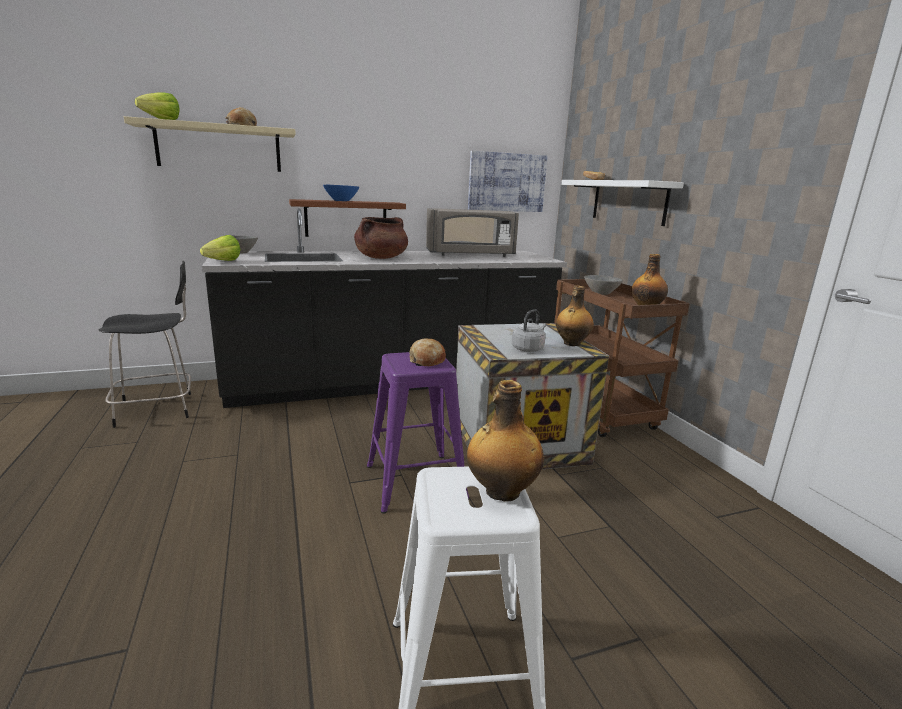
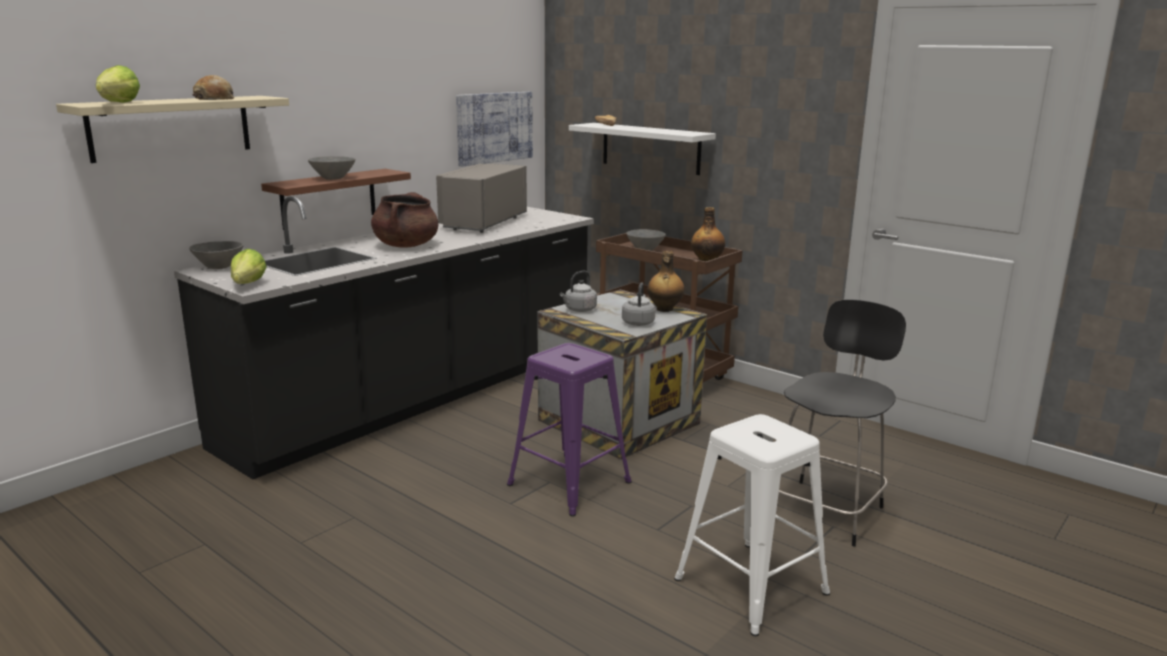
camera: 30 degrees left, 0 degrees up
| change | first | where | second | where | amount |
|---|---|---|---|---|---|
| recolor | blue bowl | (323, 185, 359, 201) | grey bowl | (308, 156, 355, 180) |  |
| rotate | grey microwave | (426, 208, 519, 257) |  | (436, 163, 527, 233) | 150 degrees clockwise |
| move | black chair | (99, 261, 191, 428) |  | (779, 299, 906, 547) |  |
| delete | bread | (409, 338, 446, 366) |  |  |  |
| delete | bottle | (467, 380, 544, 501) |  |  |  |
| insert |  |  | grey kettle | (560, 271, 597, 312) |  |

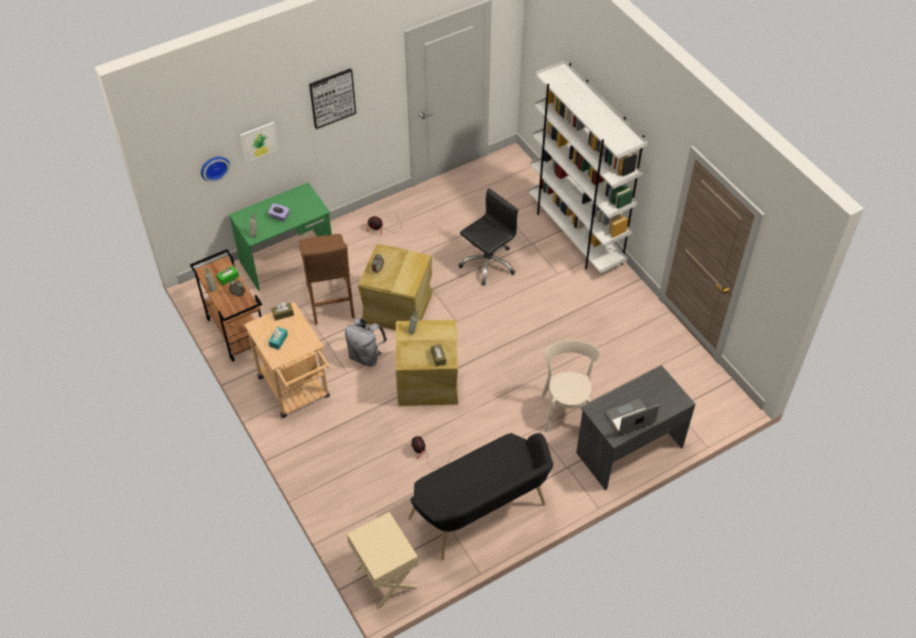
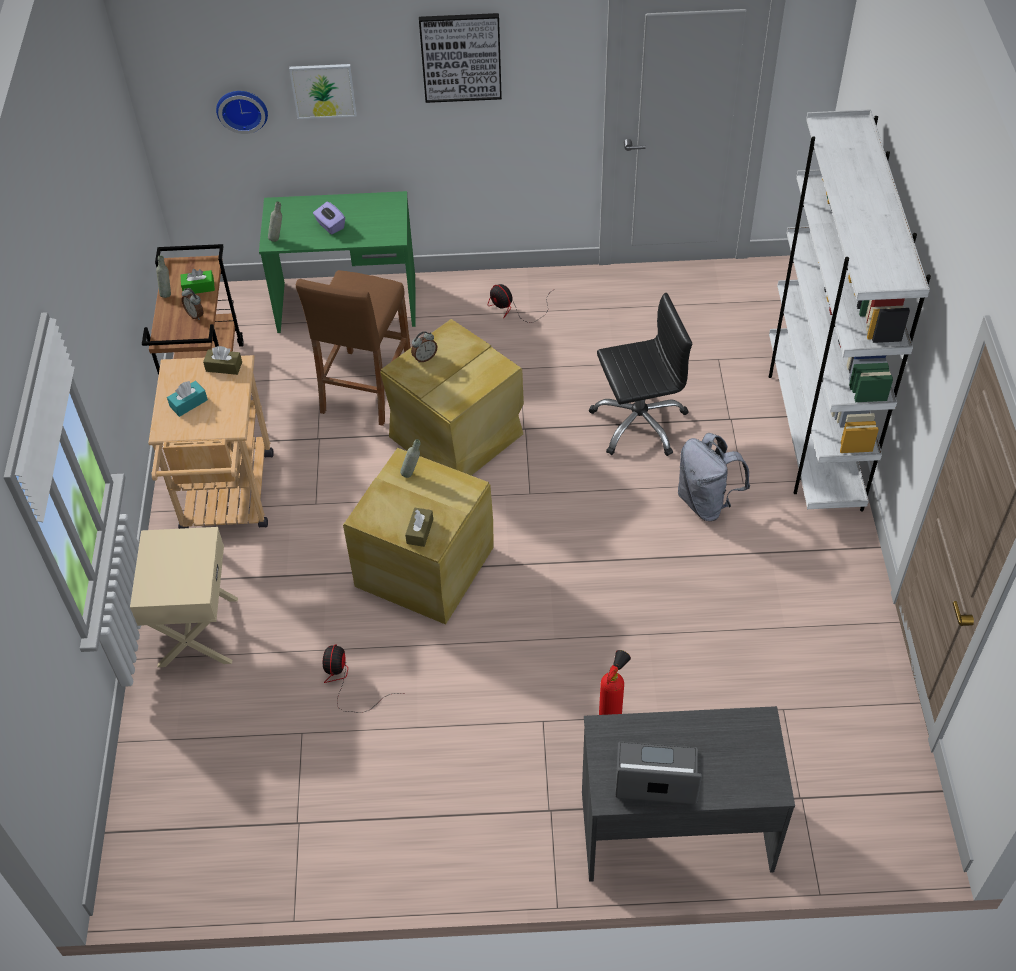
camera: 30 degrees right, 0 degrees up
| change | first | where | second | where | amount |
|---|---|---|---|---|---|
| move | grey backpack | (345, 318, 387, 367) |  | (678, 433, 750, 521) |  |
| replace | beige chair | (542, 340, 600, 432) | fire extinguisher | (599, 650, 631, 715) |  |
| delete | black bench | (408, 433, 553, 560) |  |  |  |
| move | beige nightstand | (347, 512, 418, 610) |  | (130, 527, 238, 667) |  |

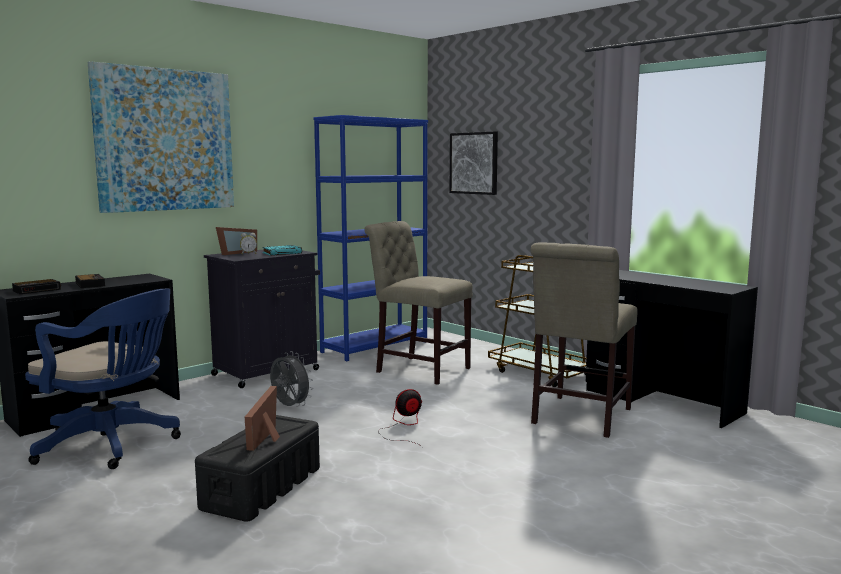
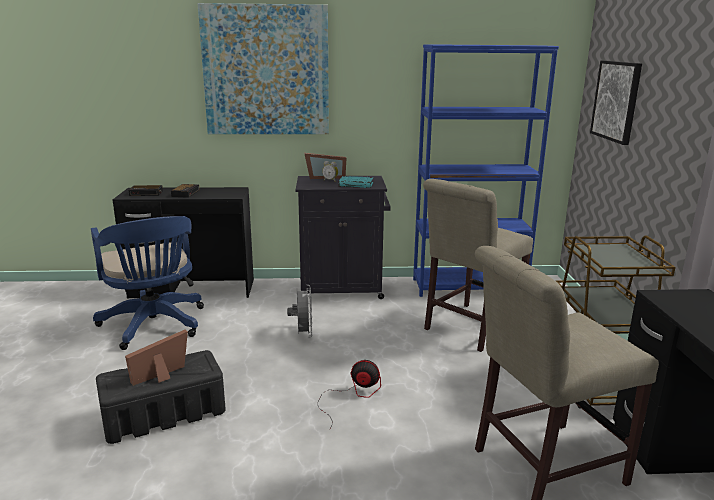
camera: 40 degrees right, 10 degrees up
| change | first | where | second | where | amount |
|---|---|---|---|---|---|
| rotate | beige chair | (364, 221, 473, 385) |  | (423, 179, 533, 352) | 120 degrees counterclockwise |

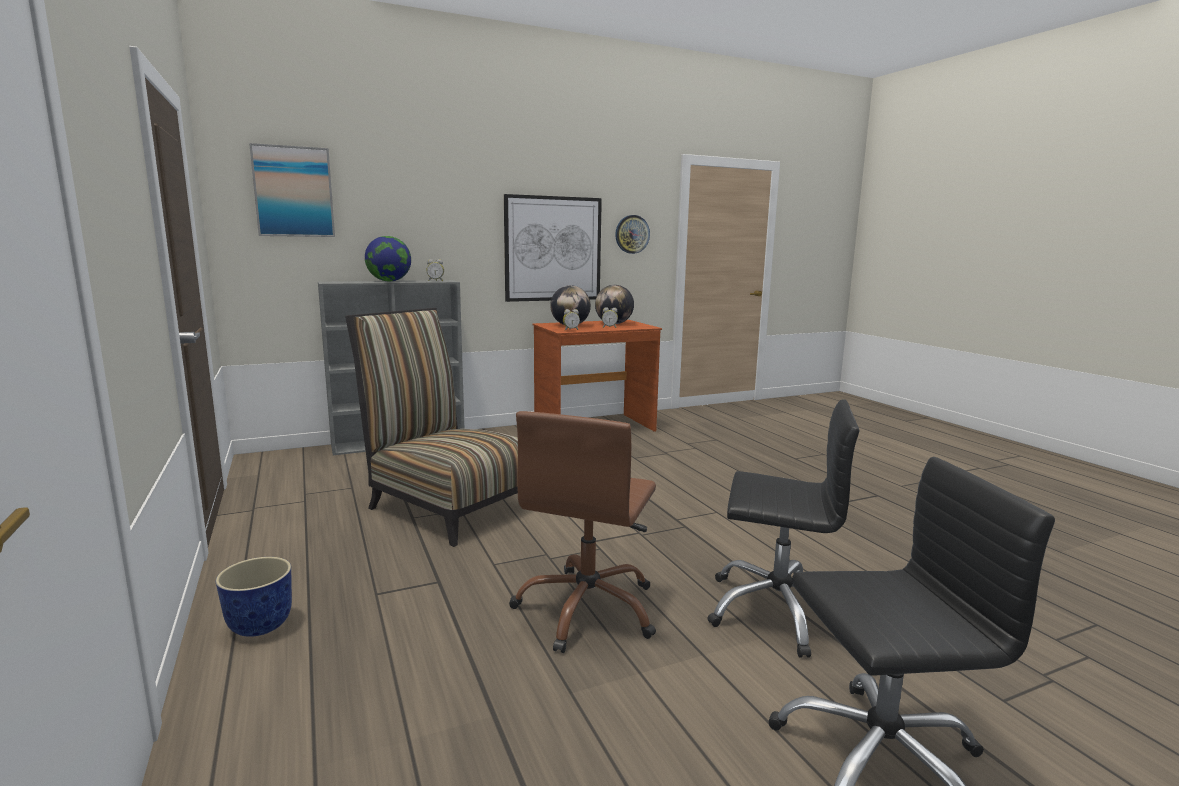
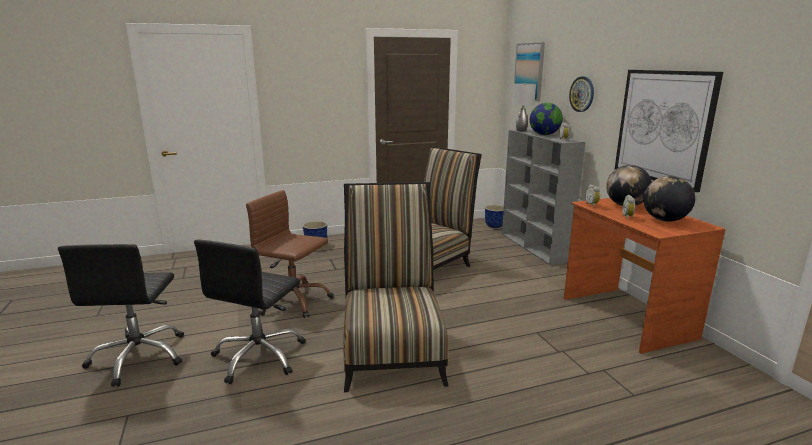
camera: 95 degrees right, 5 degrees up
| change | first | where | second | where | amount |
|---|---|---|---|---|---|
| move | wall clock | (615, 215, 650, 254) |  | (569, 76, 594, 112) |  |
| insert |  |  | grey table lamp | (512, 83, 536, 131) |  |
| insert |  |  | chair | (343, 182, 449, 392) |  |
| insert |  |  | planter | (485, 205, 504, 228) |  |

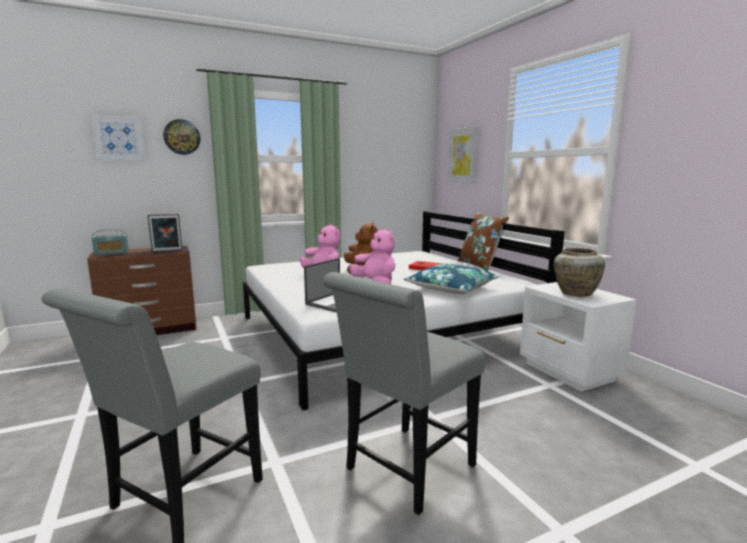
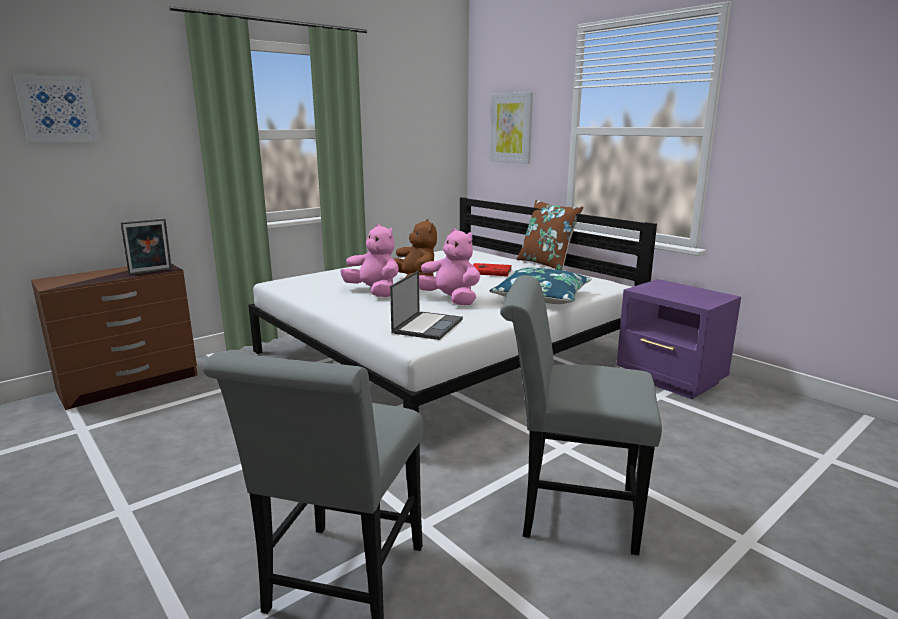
camera: 15 degrees left, 5 degrees up
| change | first | where | second | where | amount |
|---|---|---|---|---|---|
| delete | wall clock | (163, 119, 200, 155) |  |  |  |
| delete | radio | (92, 229, 129, 255) |  |  |  |
| delete | beige vase | (554, 248, 605, 297) |  |  |  |
| rotate | grey chair | (323, 272, 485, 515) |  | (500, 275, 662, 555) | 75 degrees clockwise |
| recolor | white nightstand | (520, 282, 636, 392) | purple nightstand | (616, 279, 741, 399) |  |

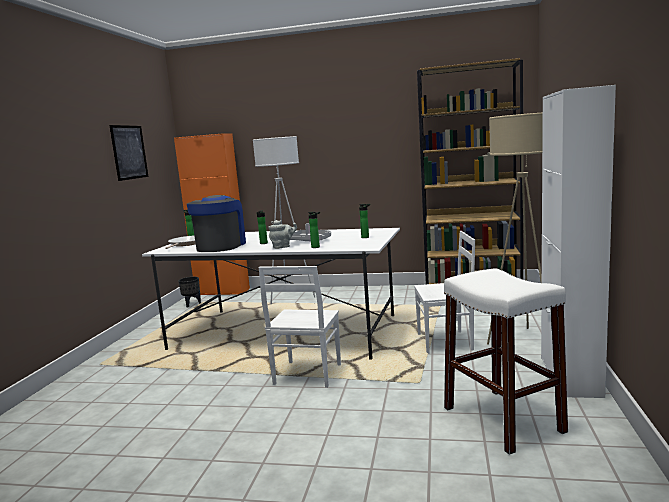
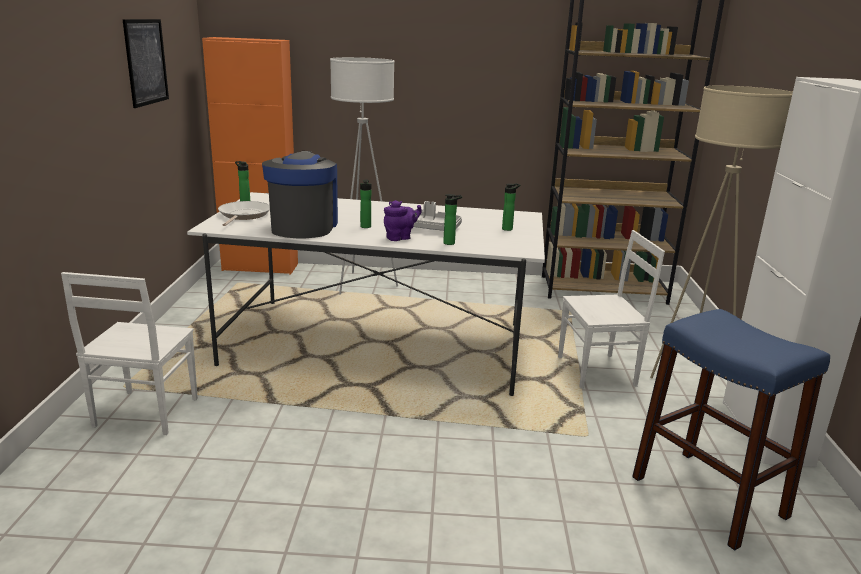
camera: 10 degrees left, 10 degrees up
| change | first | where | second | where | amount |
|---|---|---|---|---|---|
| recolor | grey teapot | (269, 220, 297, 249) | purple teapot | (384, 200, 422, 241) |  |
| move | white chair | (259, 266, 341, 388) |  | (61, 272, 198, 435) |  |
| recolor | white stool | (444, 268, 568, 455) | blue stool | (632, 309, 830, 550) |  |
| delete | black planter | (178, 277, 201, 308) |  |  |  |

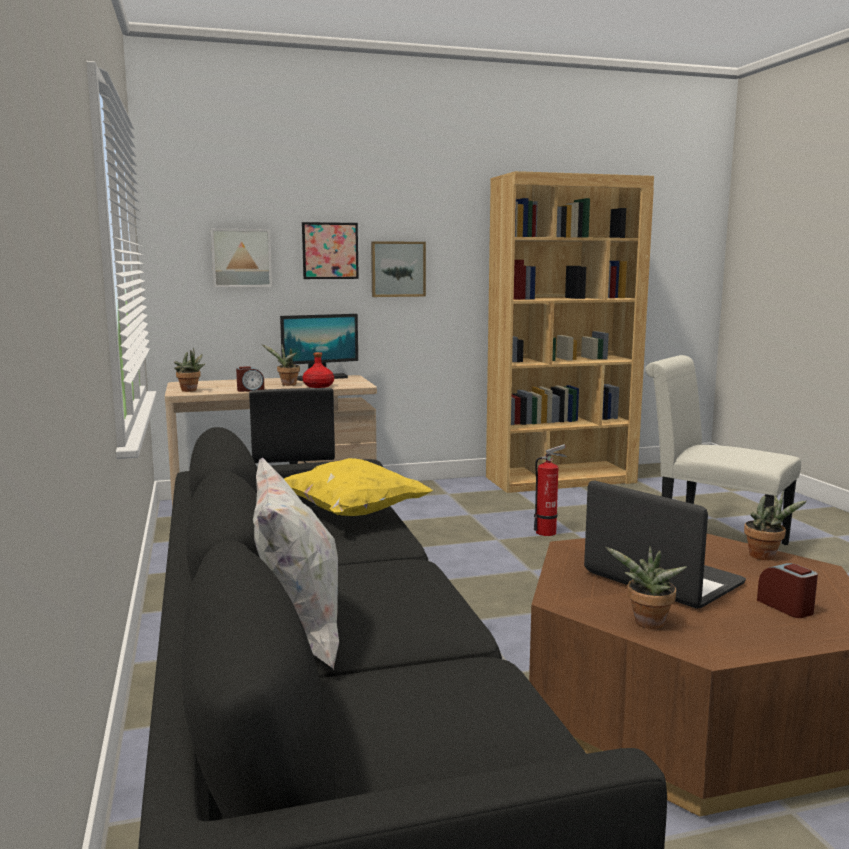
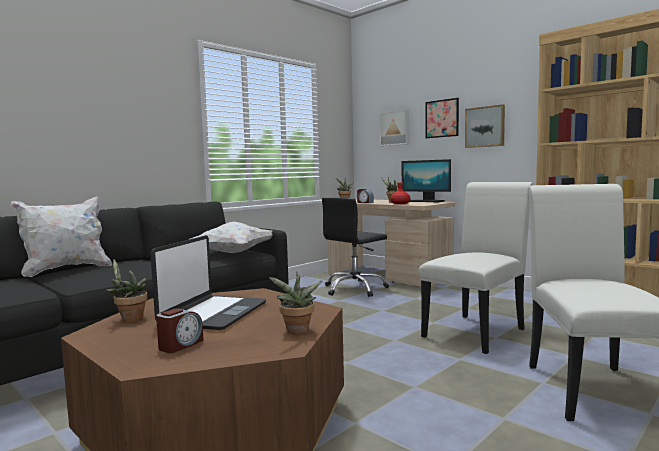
camera: 60 degrees right, 5 degrees down
| change | first | where | second | where | amount |
|---|---|---|---|---|---|
| replace | fire extinguisher | (534, 444, 567, 536) | white chair | (419, 182, 534, 354) |  |
| recolor | yellow pillow | (284, 458, 433, 516) | white pillow | (190, 222, 272, 253) |  |

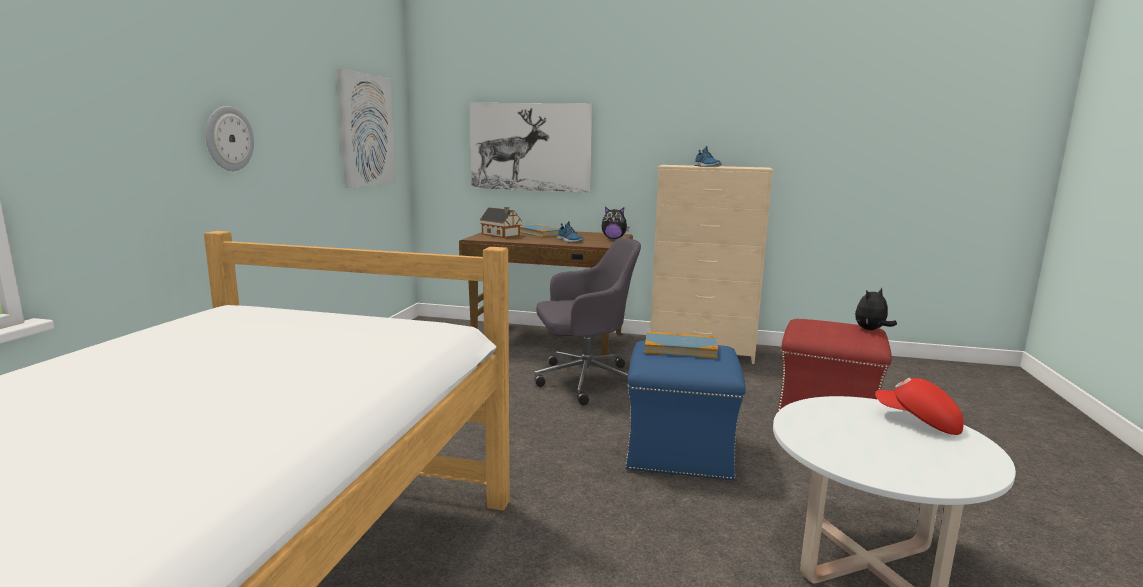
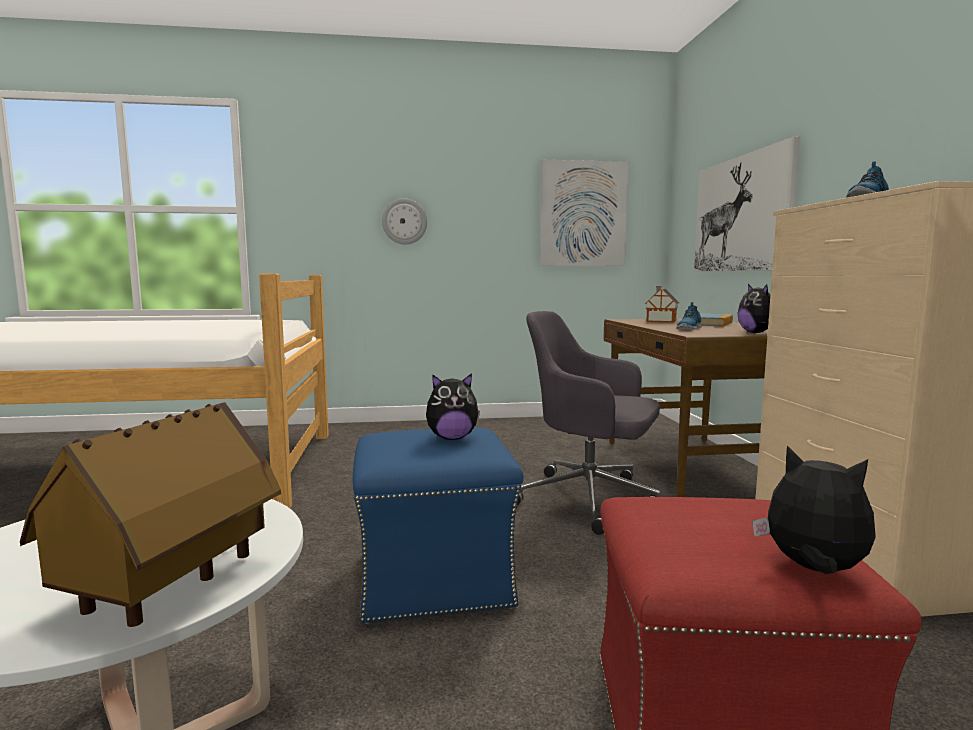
camera: 70 degrees right, 5 degrees down
| change | first | where | second | where | amount |
|---|---|---|---|---|---|
| rotate | grey office chair | (534, 237, 641, 405) |  | (517, 311, 661, 535) | 150 degrees clockwise |
| replace | book | (644, 332, 718, 359) | plush toy | (426, 373, 480, 440) |  |
| replace | red cap | (875, 378, 964, 435) | toy house | (20, 402, 281, 627) |  |

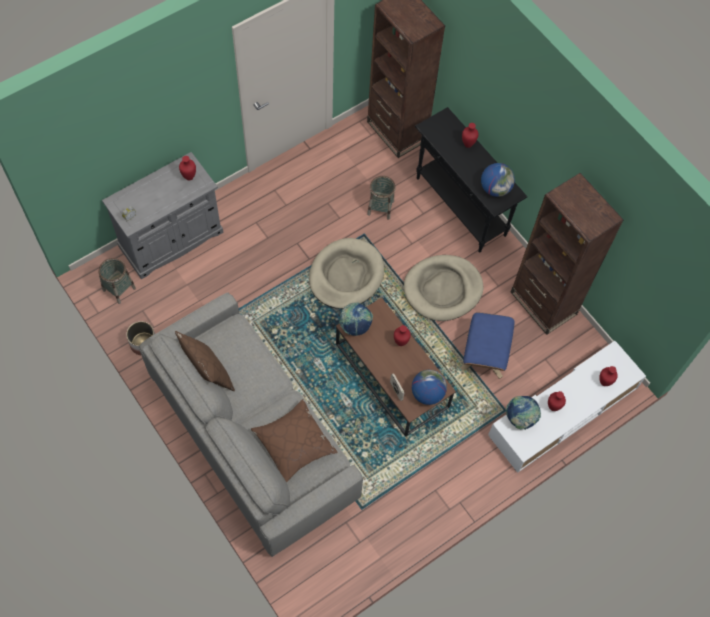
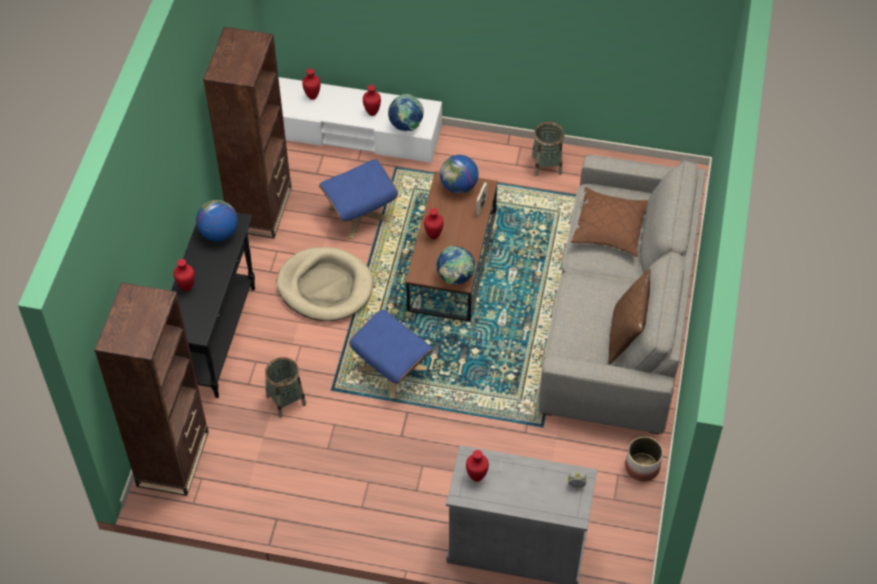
camera: 130 degrees left, 10 degrees down
| change | first | where | second | where | amount |
|---|---|---|---|---|---|
| replace | beige dog bed | (309, 238, 384, 309) | blue ottoman | (349, 309, 433, 398) |  |
| move | basket | (98, 258, 136, 304) |  | (532, 122, 565, 176) |  |

